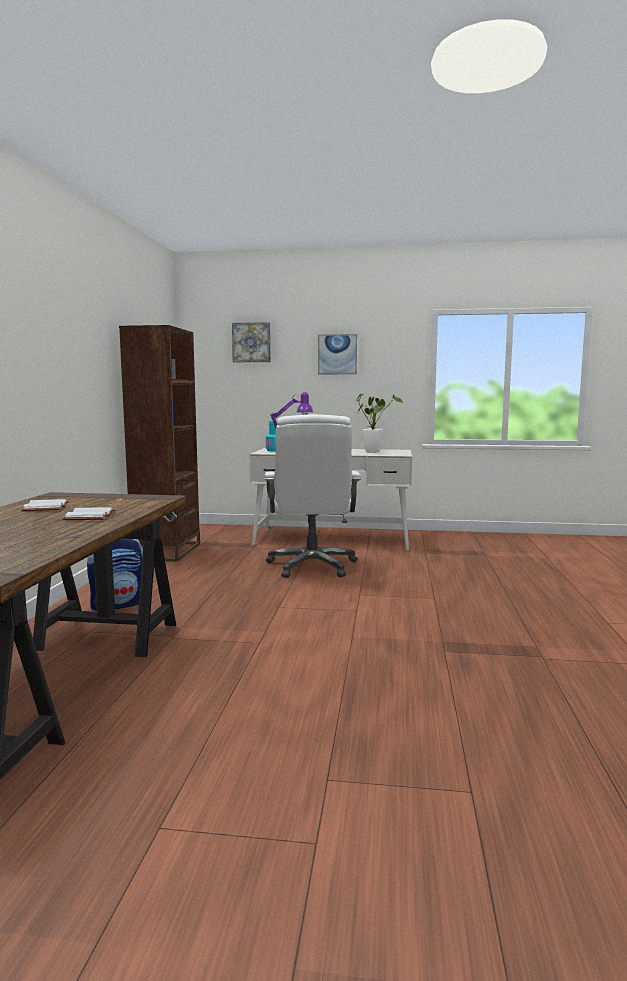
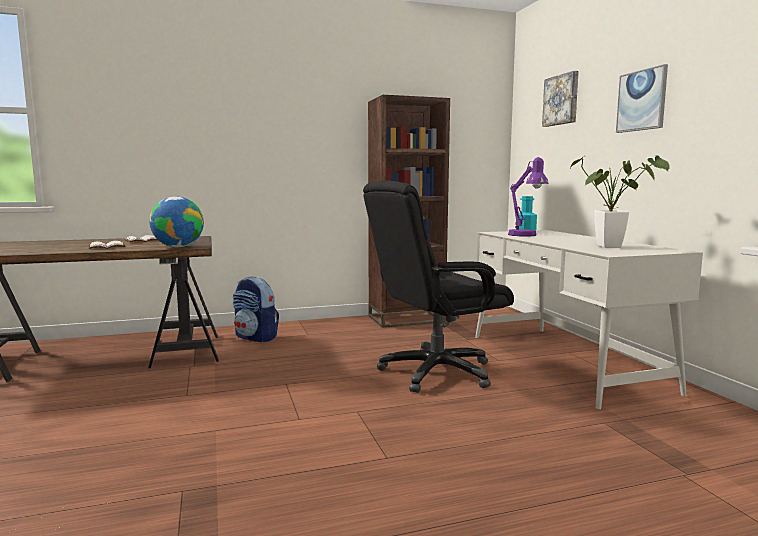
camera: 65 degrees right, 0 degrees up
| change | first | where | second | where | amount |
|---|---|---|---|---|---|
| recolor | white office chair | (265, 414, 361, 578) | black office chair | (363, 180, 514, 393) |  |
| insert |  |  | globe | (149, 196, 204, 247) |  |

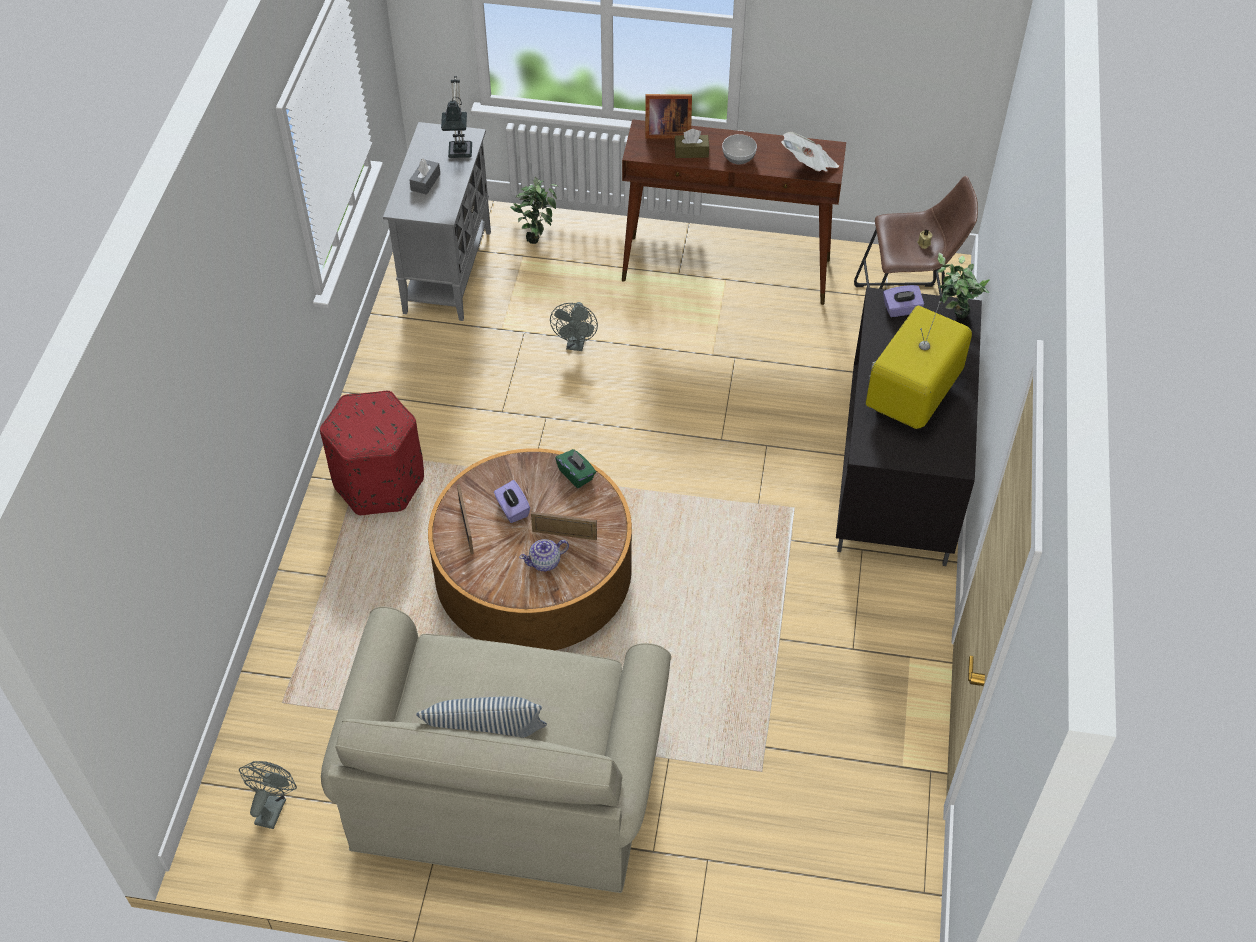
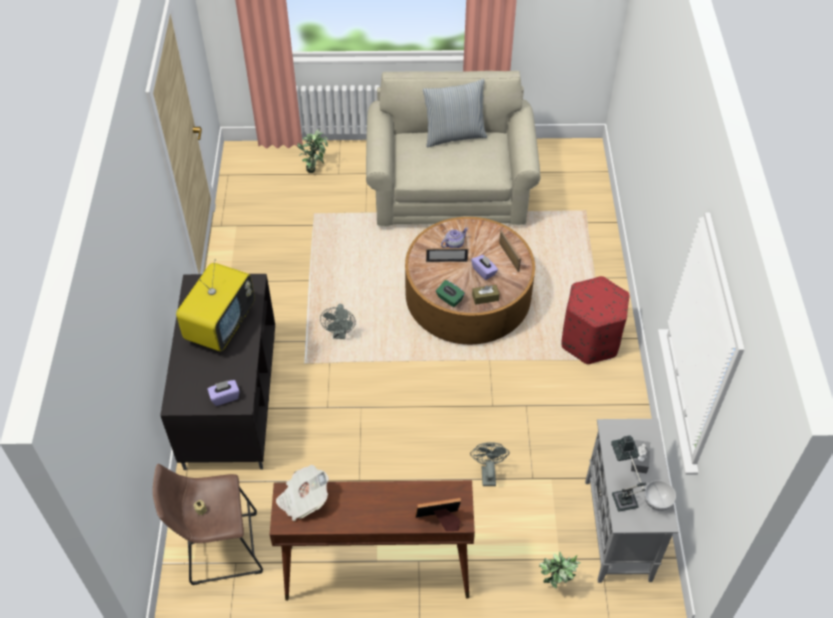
camera: 170 degrees right, 0 degrees up
| change | first | where | second | where | amount |
|---|---|---|---|---|---|
| move | brown tissue box | (674, 129, 709, 158) |  | (472, 285, 499, 305) |  |
| move | bowl | (722, 134, 757, 164) |  | (644, 480, 676, 511) |  |
| move | potted plant | (937, 253, 989, 318) |  | (297, 129, 328, 173) |  |
| move | grey fan | (239, 761, 297, 829) |  | (320, 304, 356, 339) |  |

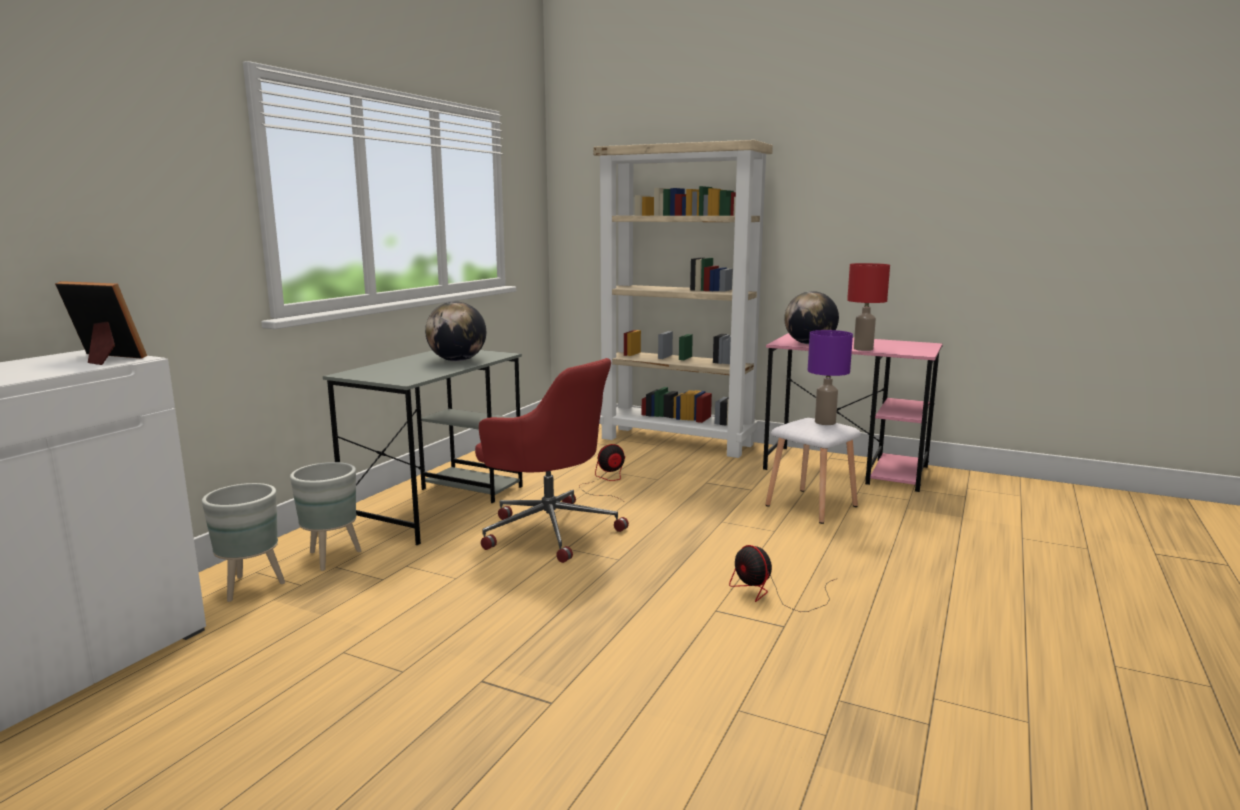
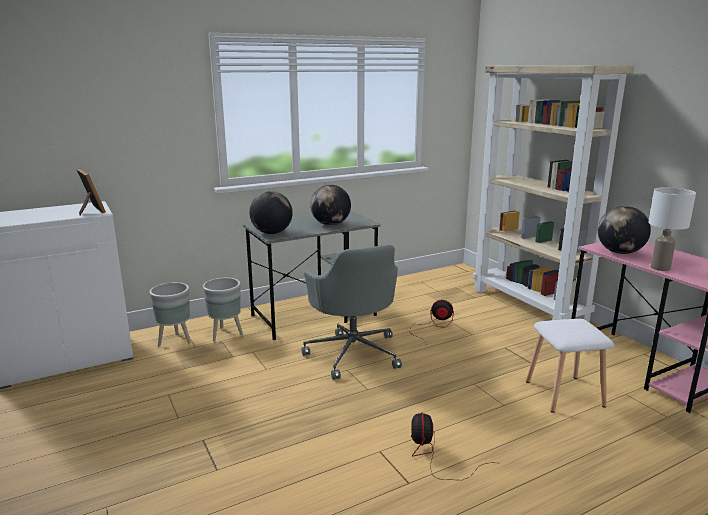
camera: 35 degrees right, 5 degrees up
| change | first | where | second | where | amount |
|---|---|---|---|---|---|
| recolor | red table lamp | (847, 263, 890, 351) | white table lamp | (649, 187, 696, 271) |  |
| delete | purple table lamp | (808, 330, 853, 425) |  |  |  |
| recolor | red office chair | (475, 358, 629, 563) | grey office chair | (301, 244, 402, 380) |  |
| insert |  |  | globe | (249, 191, 293, 234) |  |

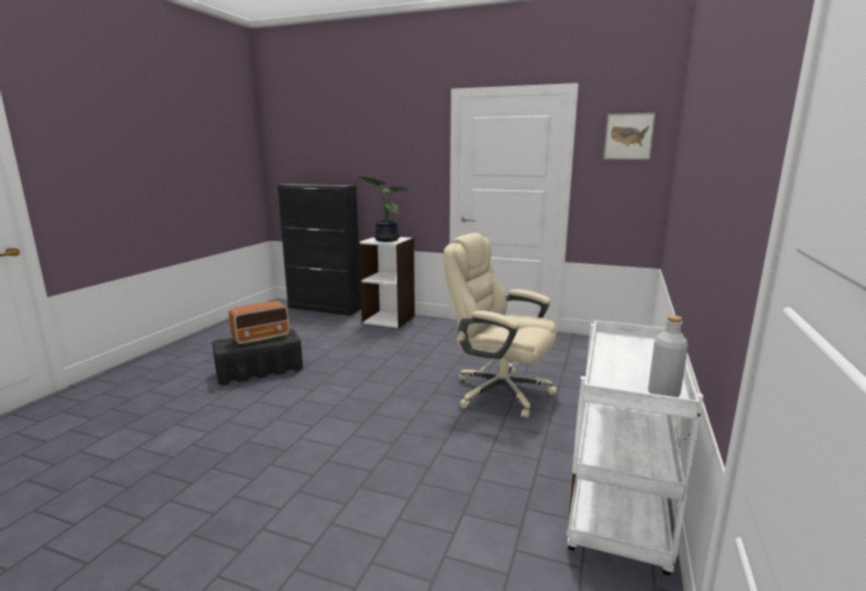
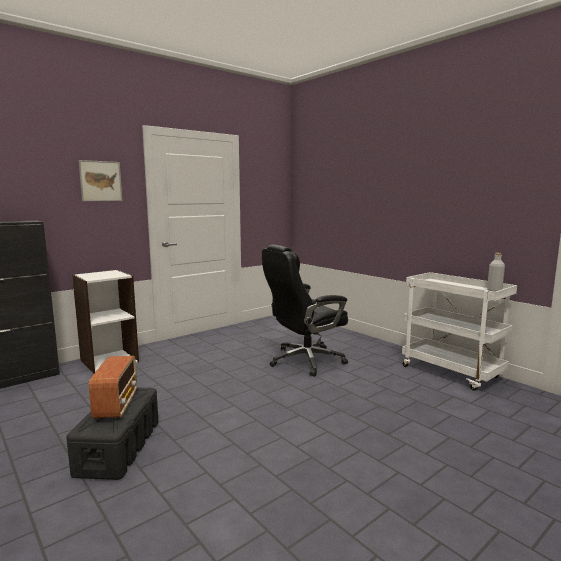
camera: 60 degrees left, 5 degrees down
| change | first | where | second | where | amount |
|---|---|---|---|---|---|
| move | picture | (604, 113, 655, 159) |  | (78, 160, 123, 201) |  |
| delete | potted plant | (357, 175, 408, 242) |  |  |  |
| recolor | beige office chair | (444, 233, 557, 419) | black office chair | (262, 245, 348, 377) |  |

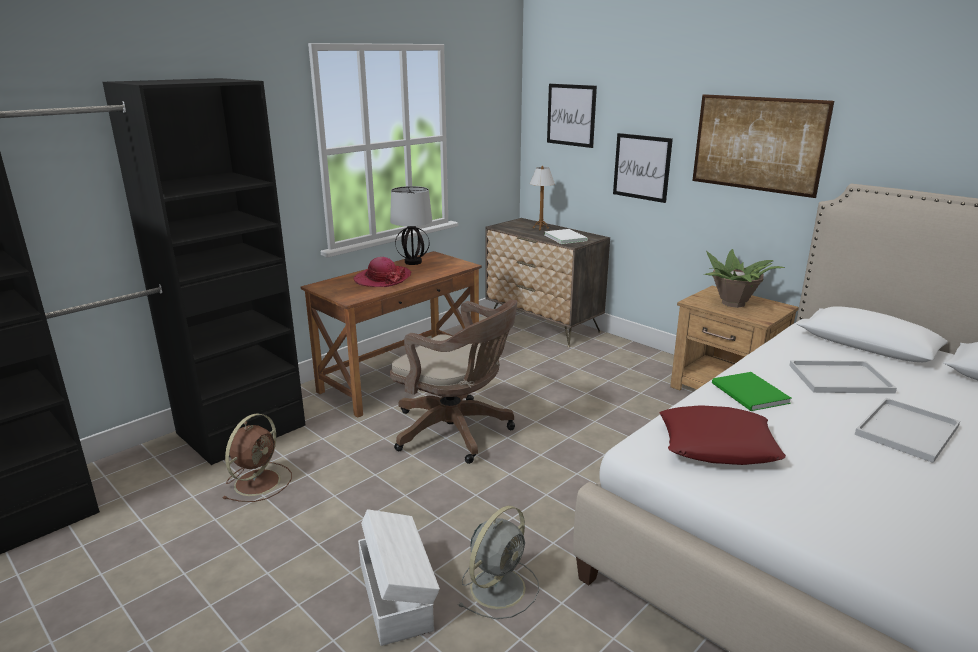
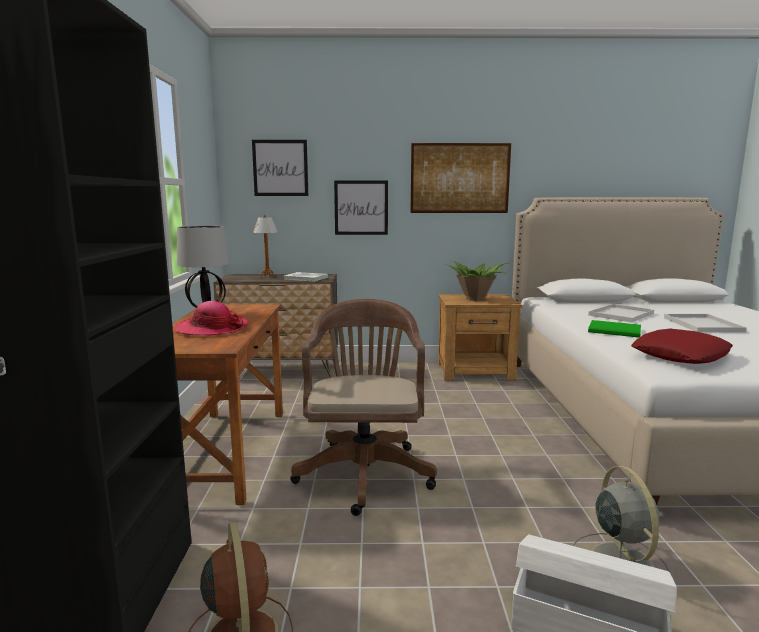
camera: 45 degrees left, 10 degrees down
| change | first | where | second | where | amount |
|---|---|---|---|---|---|
| rotate | brown office chair | (390, 300, 517, 464) |  | (290, 299, 437, 516) | 75 degrees counterclockwise |

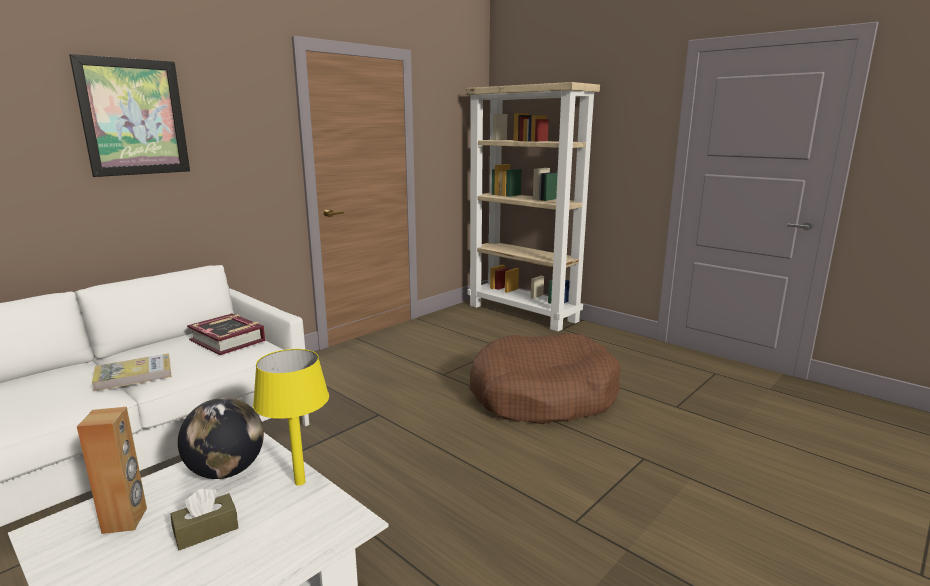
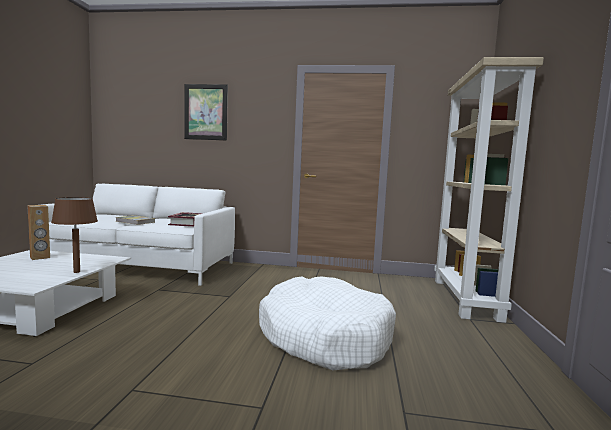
camera: 55 degrees right, 10 degrees down
| change | first | where | second | where | amount |
|---|---|---|---|---|---|
| recolor | brown dog bed | (469, 333, 621, 424) | white dog bed | (259, 277, 396, 371) |  |
| recolor | yellow table lamp | (253, 349, 329, 486) | brown table lamp | (51, 197, 98, 273) |  |
| delete | globe | (178, 398, 264, 479) |  |  |  |
| delete | brown tissue box | (171, 489, 239, 550) |  |  |  |

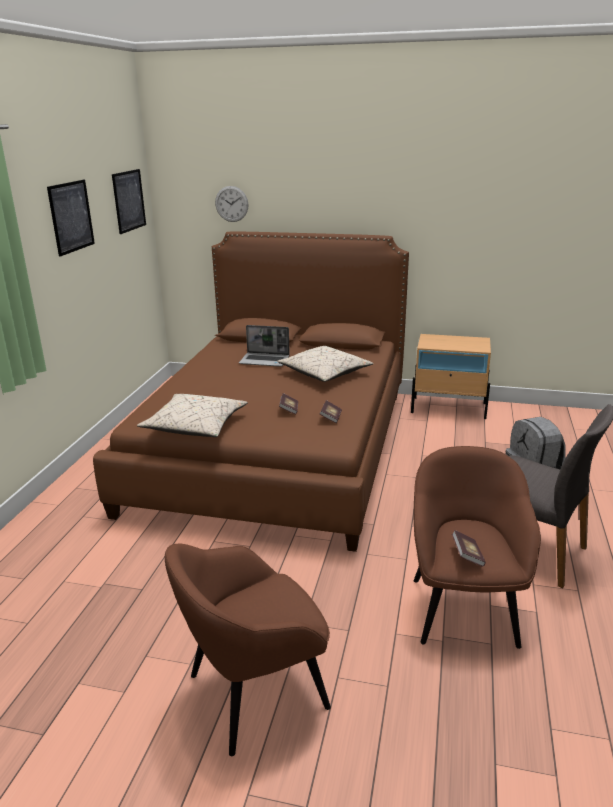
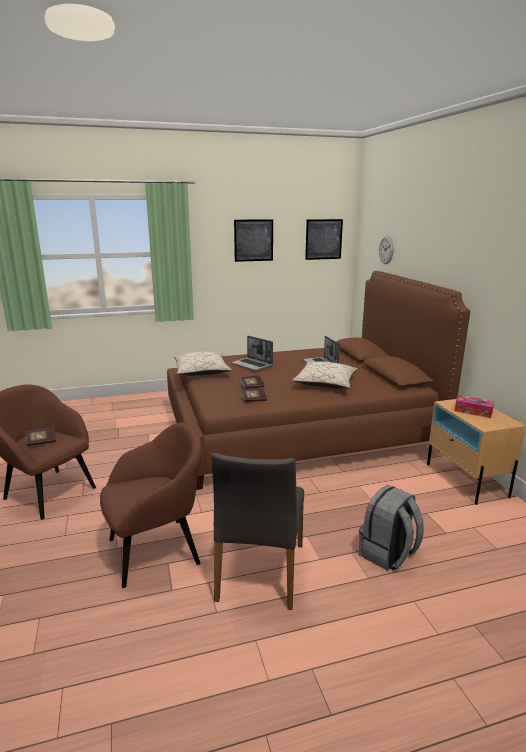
camera: 60 degrees right, 5 degrees down
| change | first | where | second | where | amount |
|---|---|---|---|---|---|
| move | book | (452, 530, 486, 567) |  | (25, 427, 56, 446) |  |
| insert |  |  | laptop | (231, 336, 273, 371) |  |
| insert |  |  | tissue box | (455, 395, 494, 418) |  |

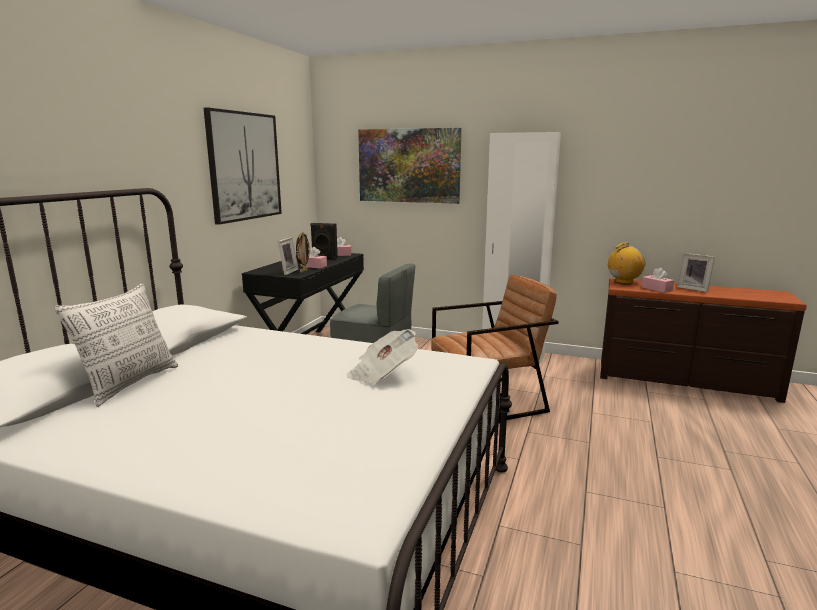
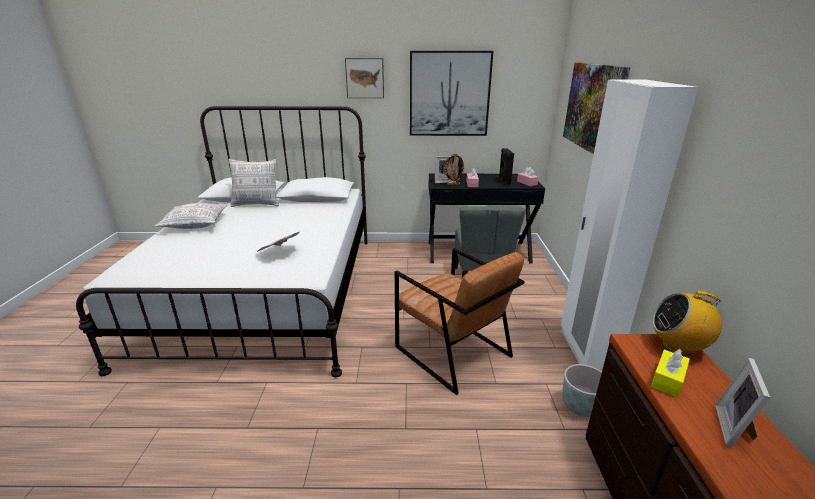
camera: 70 degrees right, 10 degrees up
| change | first | where | second | where | amount |
|---|---|---|---|---|---|
| rotate | radio | (608, 243, 645, 284) |  | (652, 291, 722, 356) | 135 degrees clockwise |
| recolor | pink tissue box | (642, 268, 674, 293) | yellow tissue box | (651, 349, 690, 398) |  |
| insert |  |  | picture | (345, 58, 384, 98) |  |
| insert |  |  | pillow | (155, 203, 227, 229) |  |
| insert |  |  | grey planter | (562, 364, 602, 417) |  |

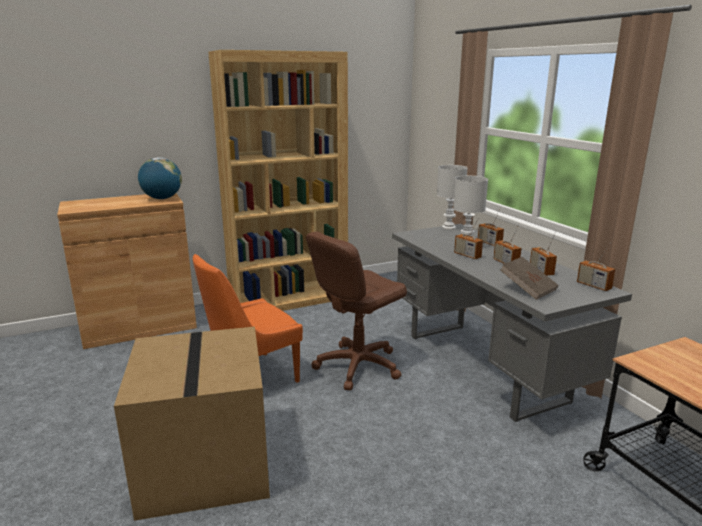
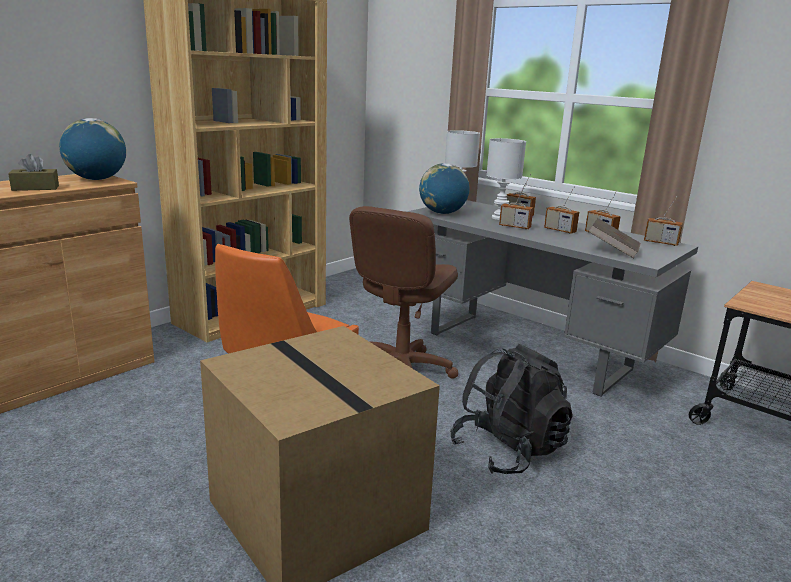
camera: 25 degrees left, 0 degrees up
| change | first | where | second | where | amount |
|---|---|---|---|---|---|
| insert |  |  | brown tissue box | (8, 154, 59, 191) |  |
| insert |  |  | globe | (419, 163, 470, 214) |  |
| insert |  |  | black backpack | (450, 344, 573, 474) |  |

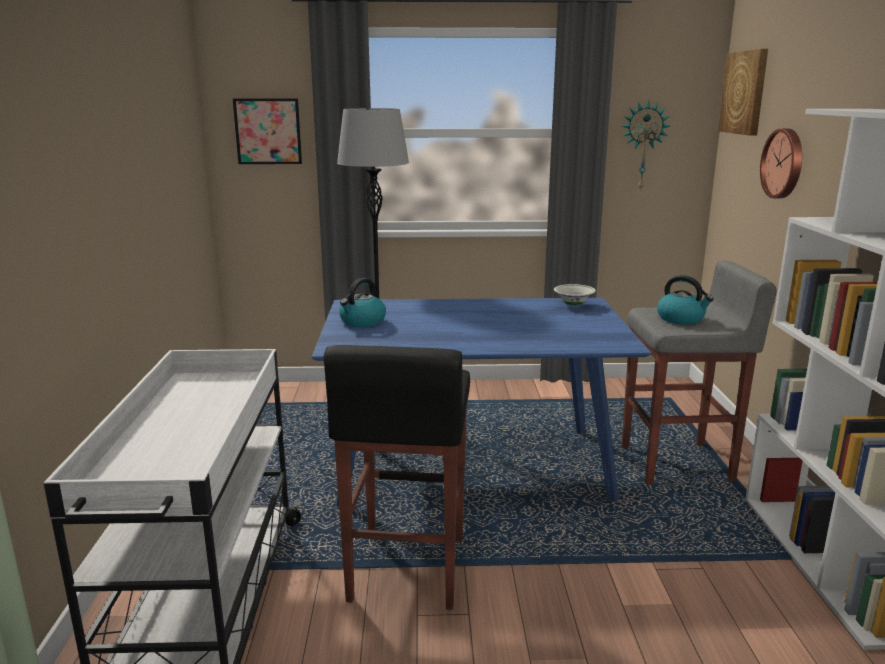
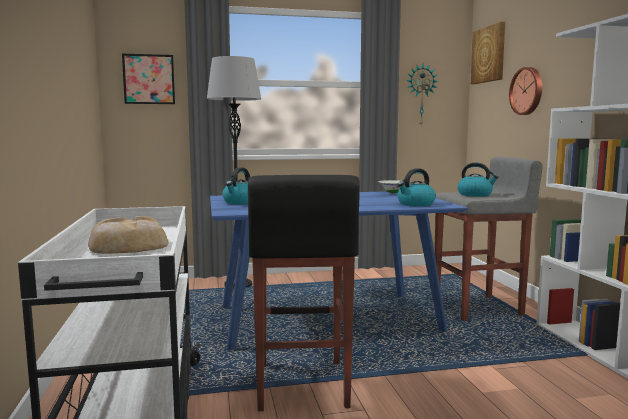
camera: 10 degrees left, 10 degrees down
| change | first | where | second | where | amount |
|---|---|---|---|---|---|
| insert |  |  | kettle | (397, 168, 436, 206) |  |
| insert |  |  | bread | (88, 216, 168, 254) |  |

